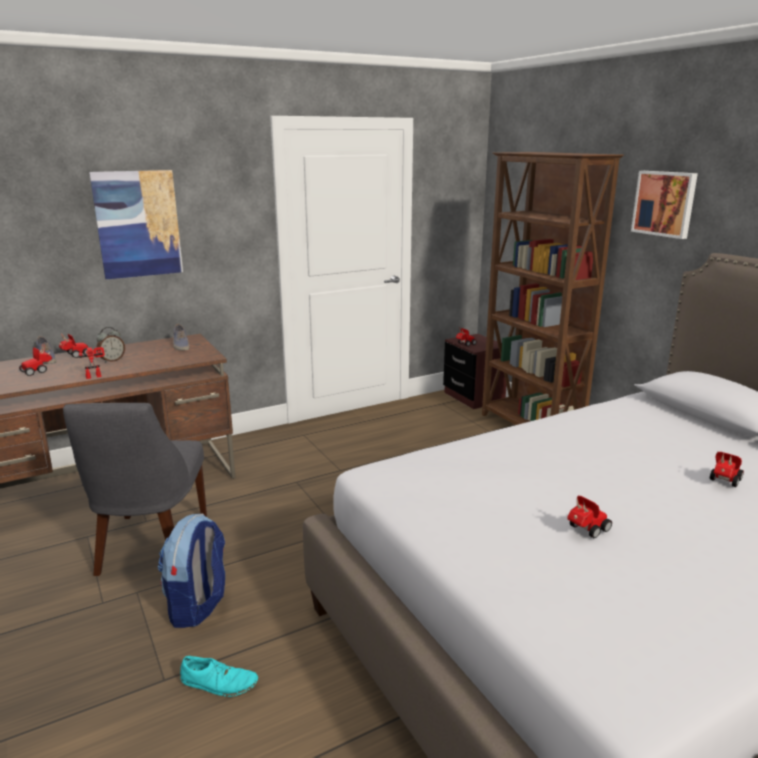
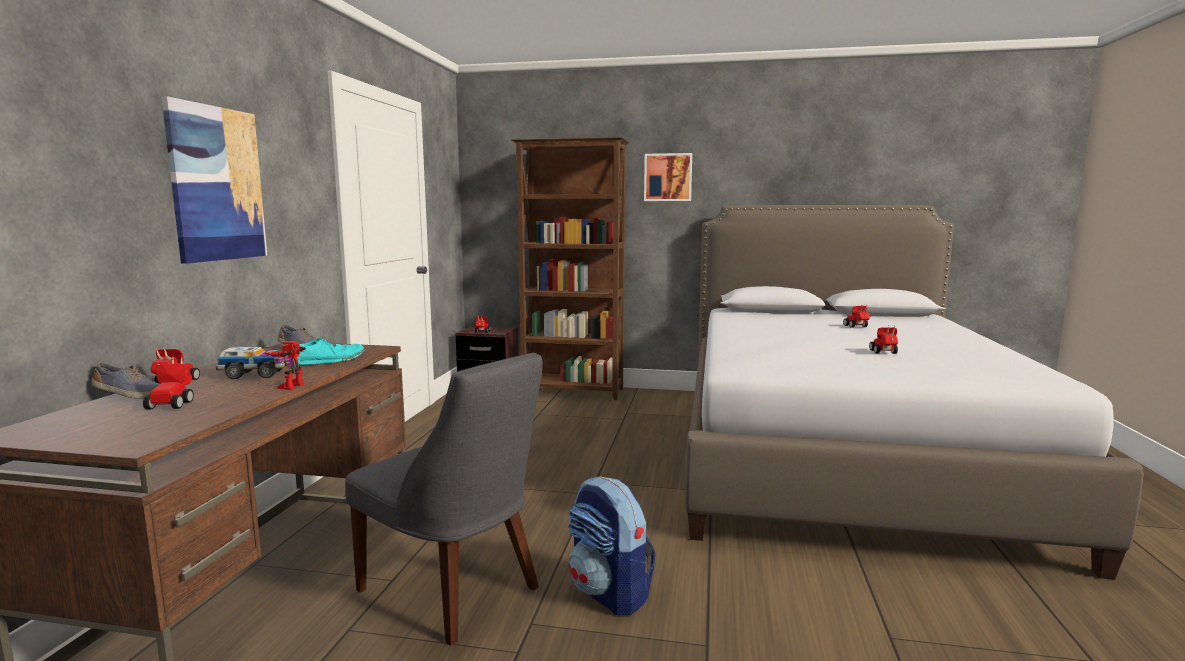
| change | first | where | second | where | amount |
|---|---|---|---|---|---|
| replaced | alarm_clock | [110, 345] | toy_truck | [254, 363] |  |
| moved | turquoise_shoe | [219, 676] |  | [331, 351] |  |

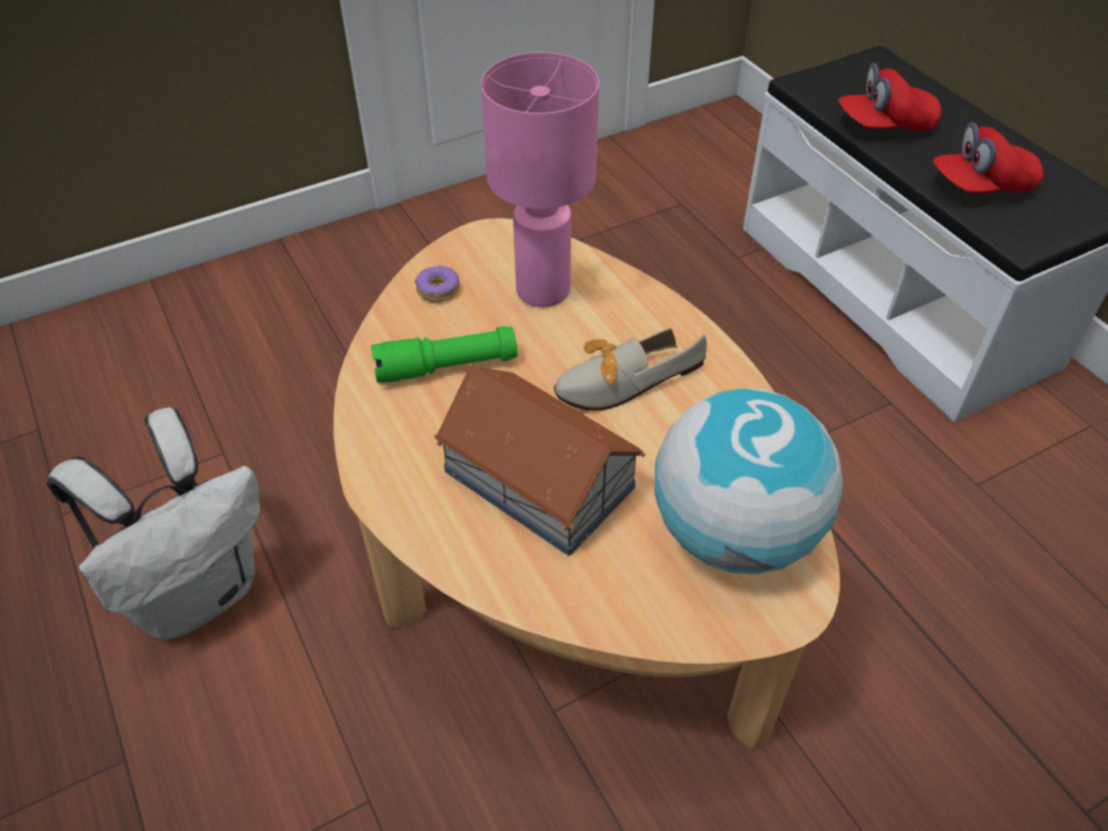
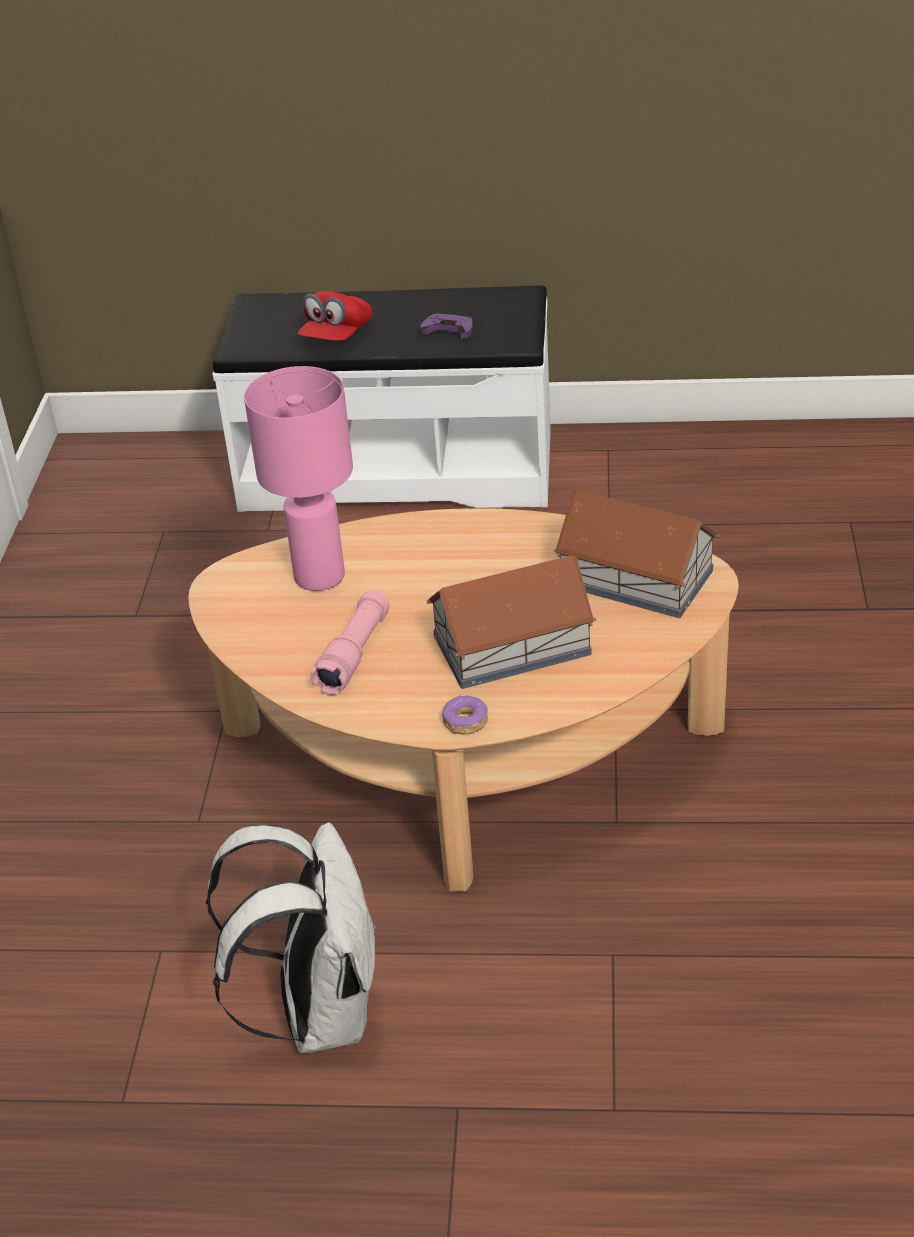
| change | first | where | second | where | amount |
|---|---|---|---|---|---|
| replaced | red_cap | [988, 157] | purple_game_controller | [446, 326] |  |
| moved | donut | [437, 283] |  | [465, 715] |  |
| recoloured | green_flashlight | [444, 354] | pink_flashlight | [350, 642] |  |
| removed | shoe | [630, 369] |  |  |  |
| replaced | globe | [748, 481] | toy_house | [636, 554] |  |

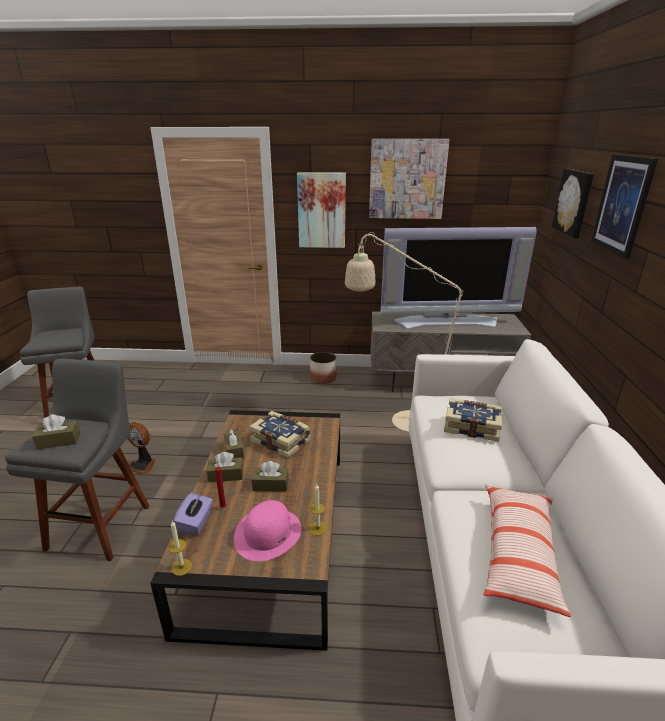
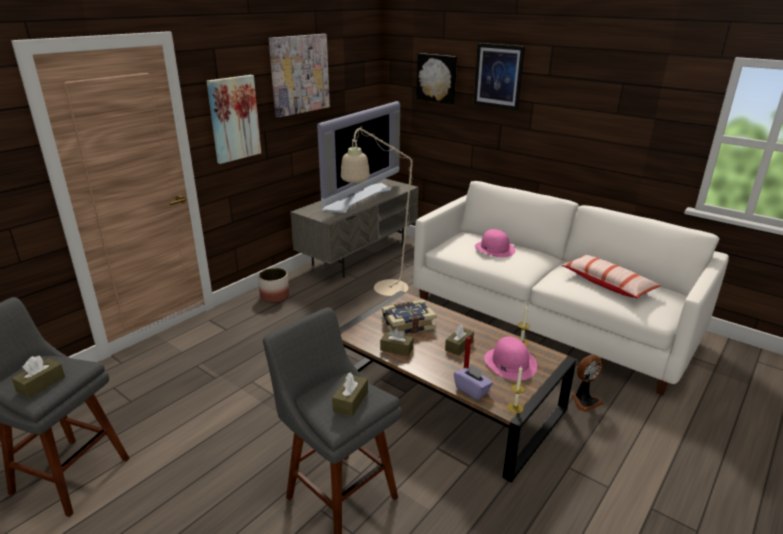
| change | first | where | second | where | amount |
|---|---|---|---|---|---|
| replaced | book | [473, 420] | pink_hat | [495, 243] |  |
| moved | fan | [142, 448] |  | [588, 383] |  |
| moved | brown_tissue_box | [225, 467] |  | [38, 377] |  |

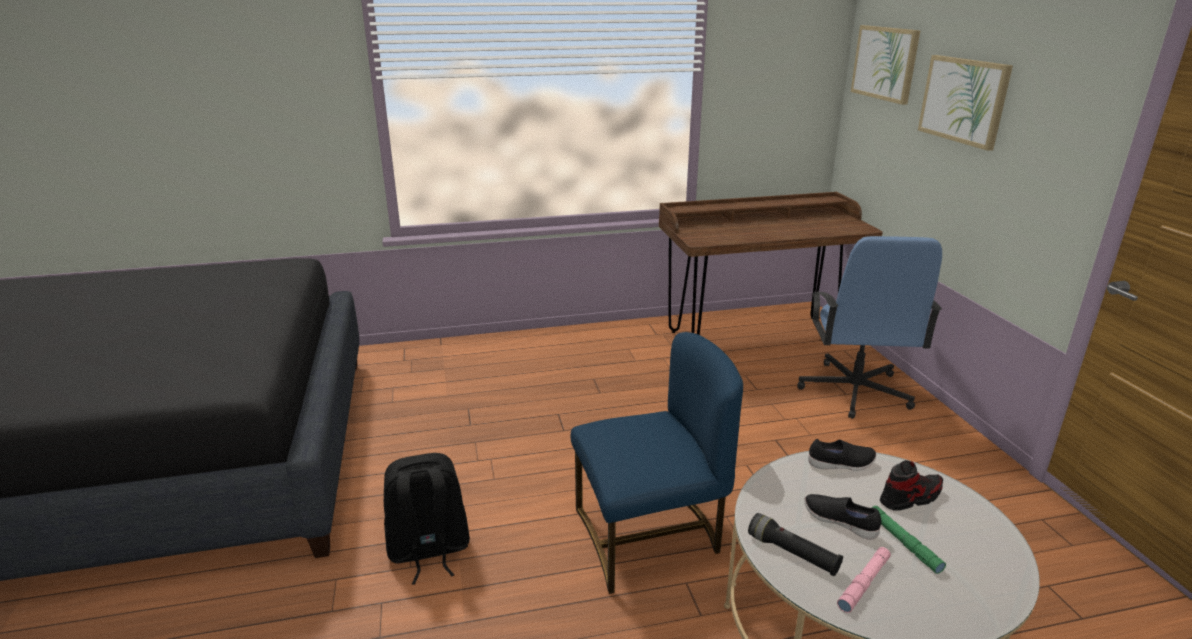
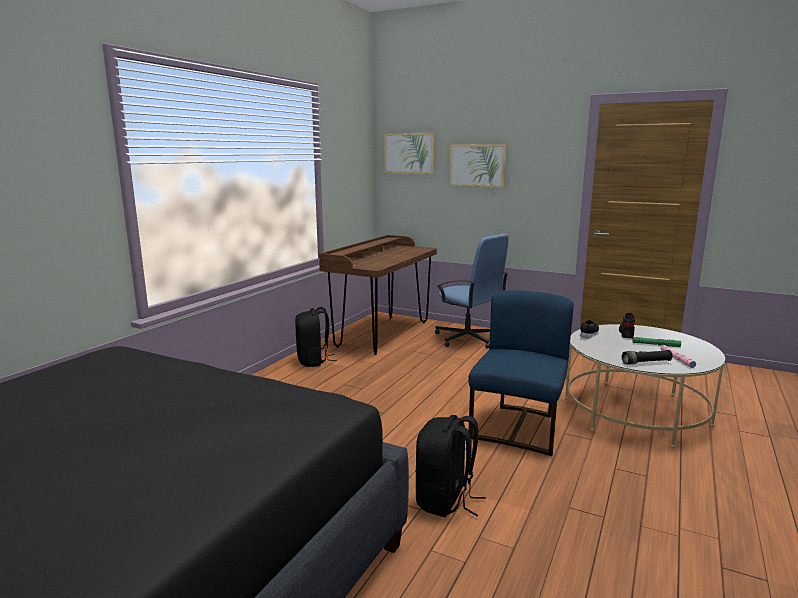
| change | first | where | second | where | amount |
|---|---|---|---|---|---|
| removed | black_shoe | [842, 517] |  |  |  |
| added |  |  | black_backpack | [316, 337] |  |

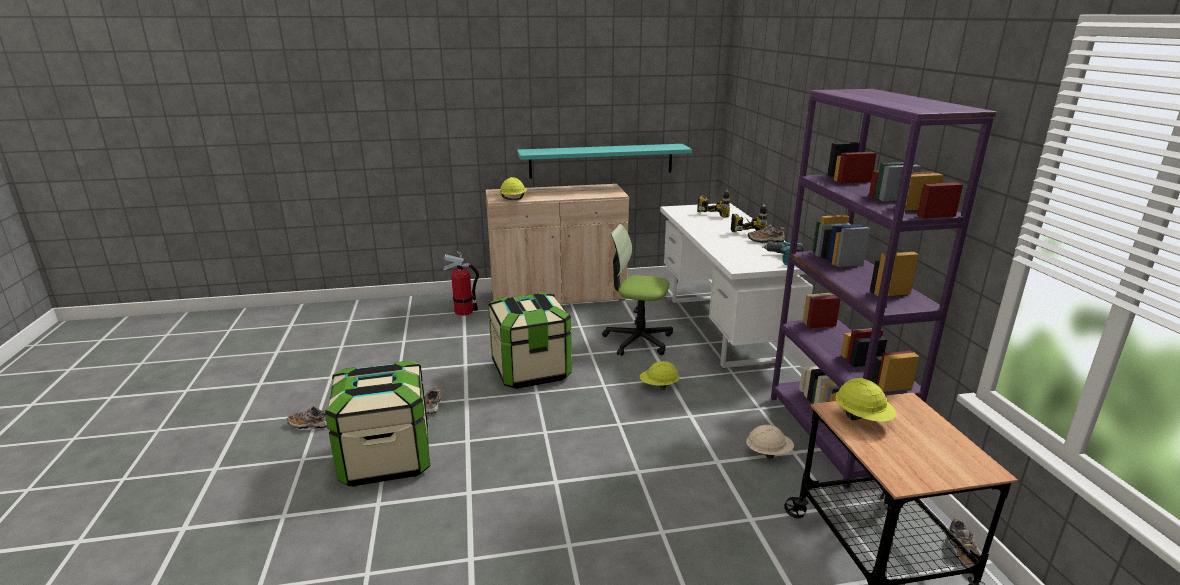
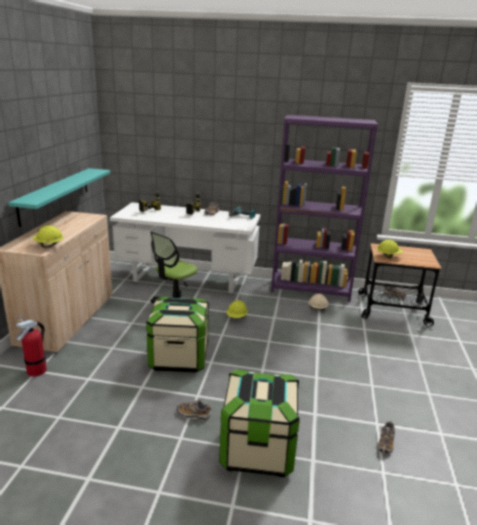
| change | first | where | second | where | amount |
|---|---|---|---|---|---|
| moved | shoe | [307, 418] |  | [386, 437] |  |

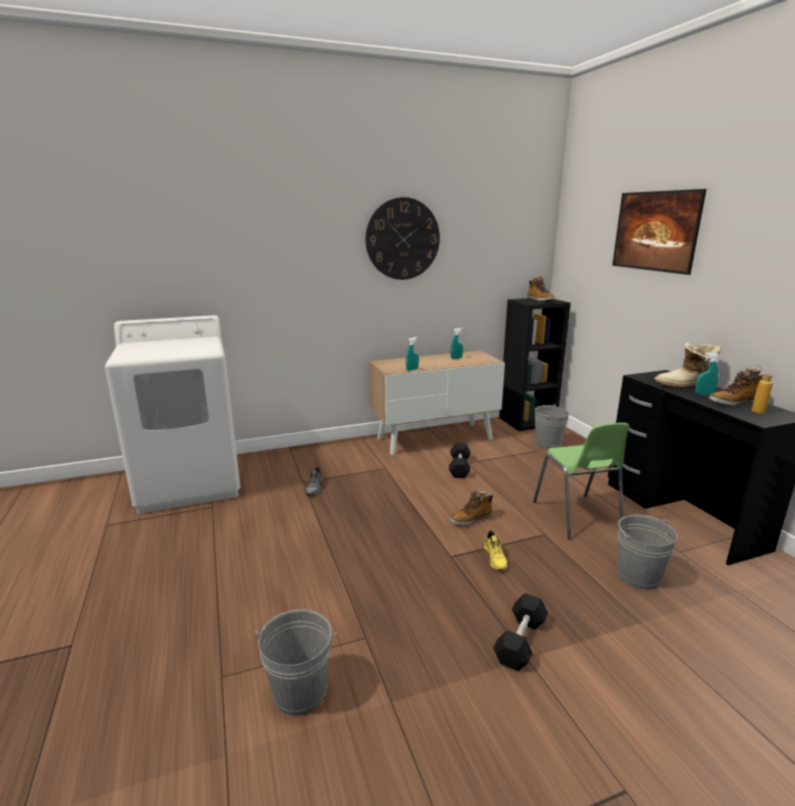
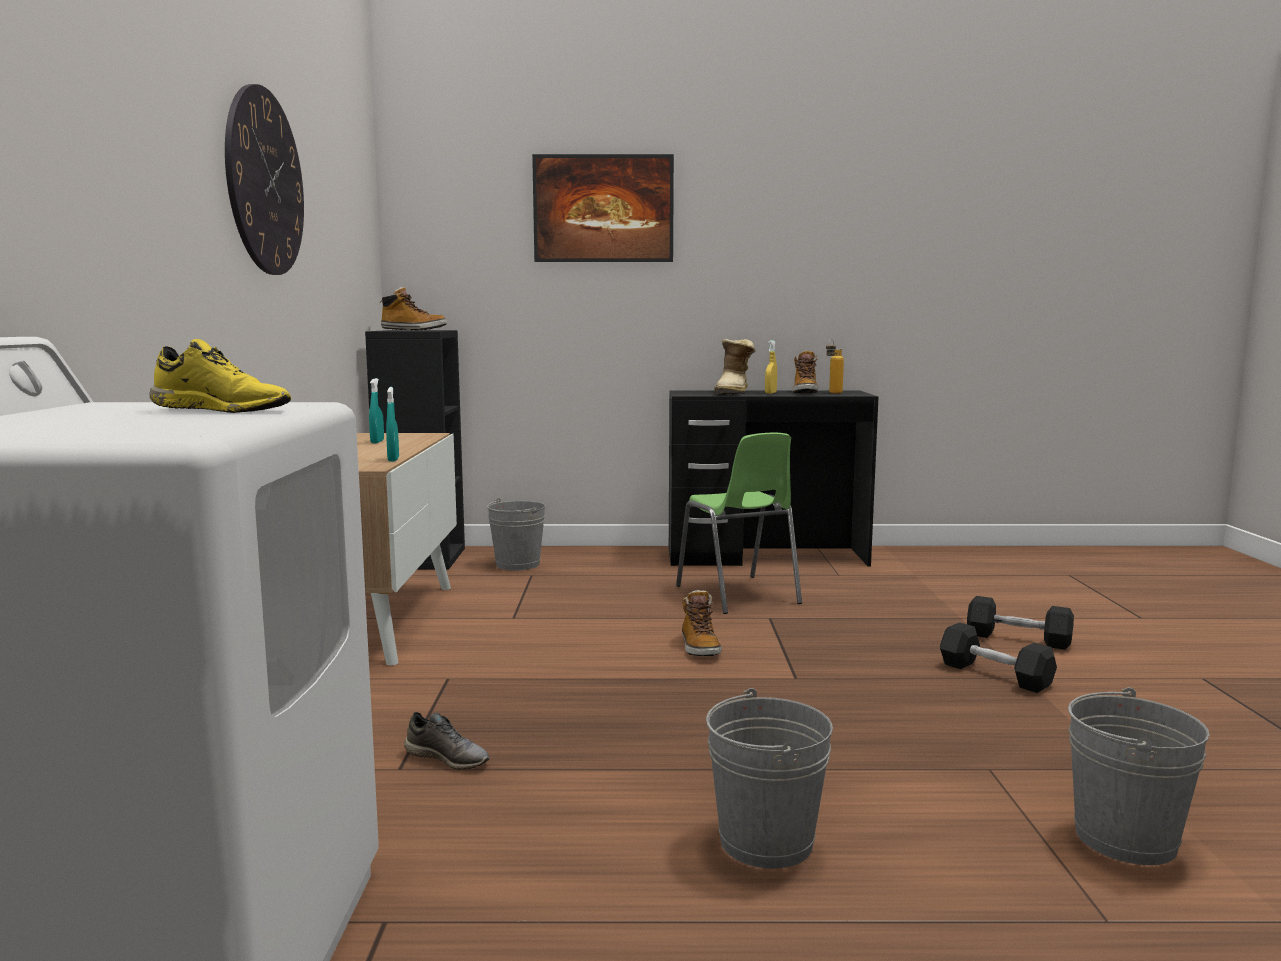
| change | first | where | second | where | amount |
|---|---|---|---|---|---|
| recoloured | turquoise_spray_bottle | [707, 373] | yellow_spray_bottle | [771, 367] |  |
| turned | green_chair | [581, 481] |  | [739, 523] | 60 degrees clockwise |
| moved | black_dumbbell | [459, 460] |  | [1020, 623] |  |
| moved | grey_bucket | [647, 552] |  | [769, 778] |  |
| moved | yellow_shoe | [495, 550] |  | [220, 376] |  |

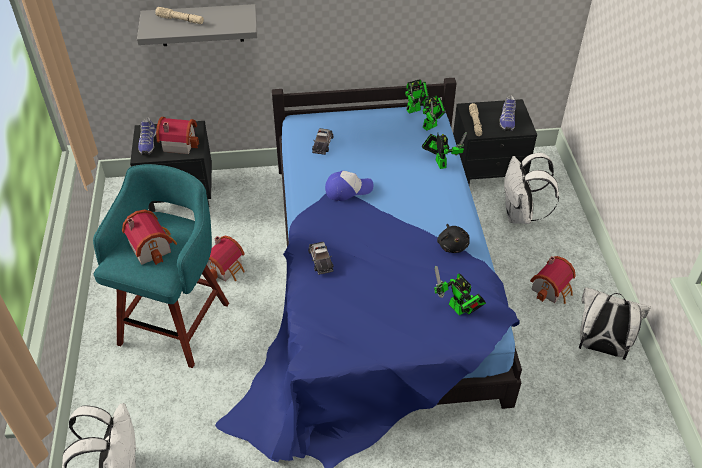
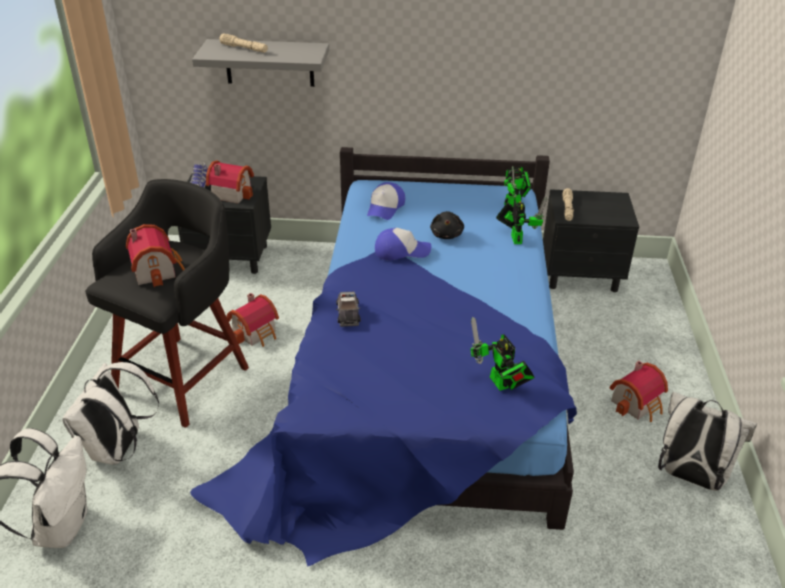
| change | first | where | second | where | amount |
|---|---|---|---|---|---|
| removed | toy_robot | [417, 96] |  |  |  |
| removed | shoe | [507, 113] |  |  |  |
| replaced | toy_car | [323, 141] | cap | [386, 201] |  |
| moved | white_backpack | [531, 188] |  | [110, 413] |  |
| recoloured | turquoise_stool | [161, 266] | black_stool | [167, 303] |  |
| moved | black_plush_toy | [453, 238] |  | [447, 225] |  |

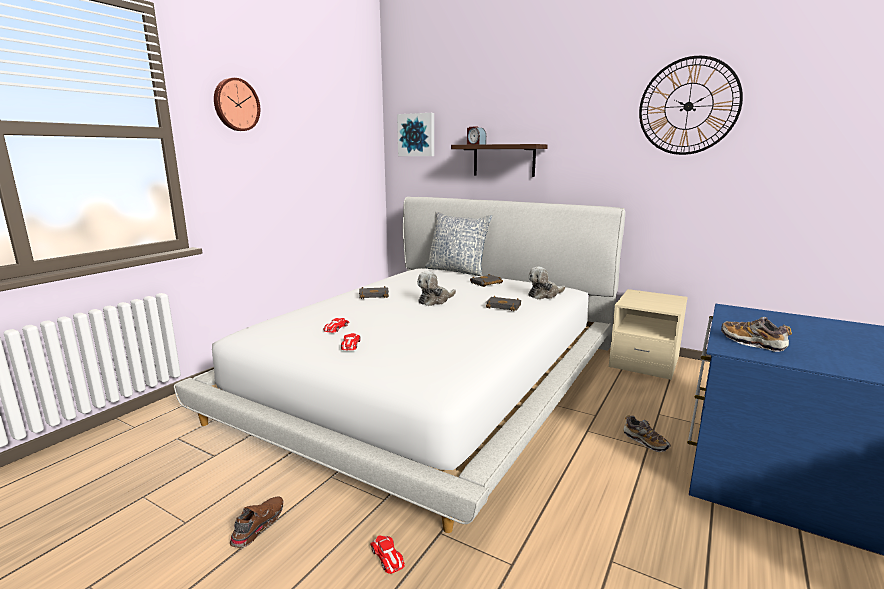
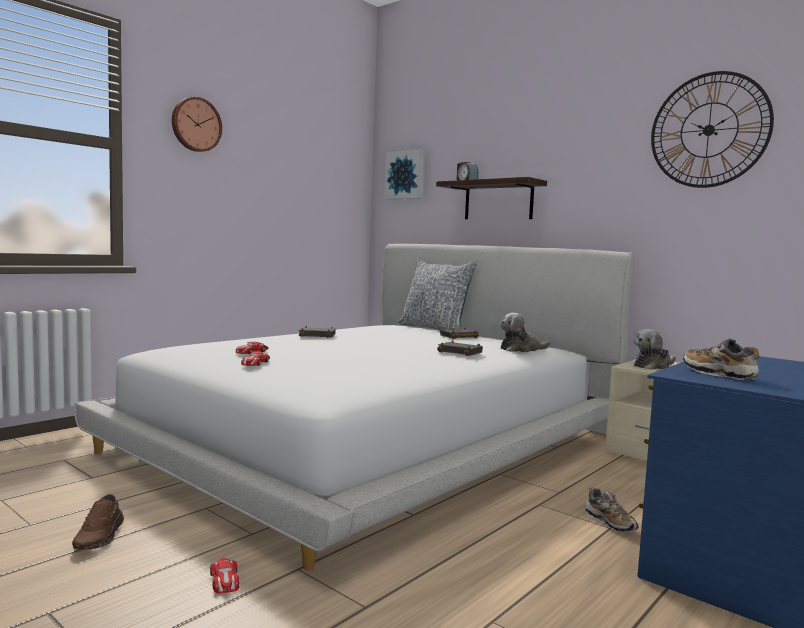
| change | first | where | second | where | amount |
|---|---|---|---|---|---|
| moved | plush_toy | [436, 288] |  | [655, 349] |  |
| turned | brown_shoe | [257, 522] |  | [98, 522] | 150 degrees clockwise |

